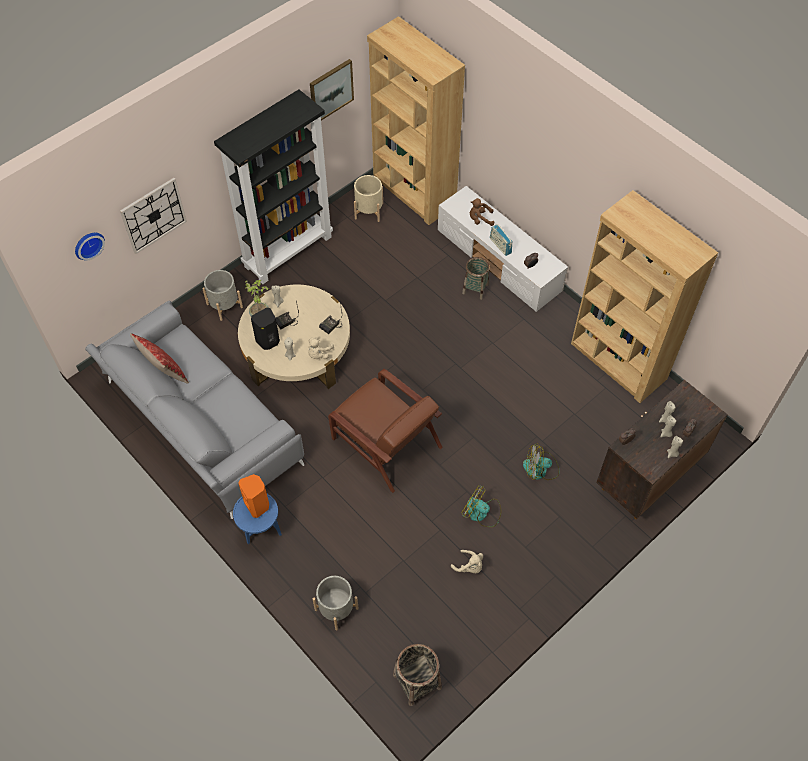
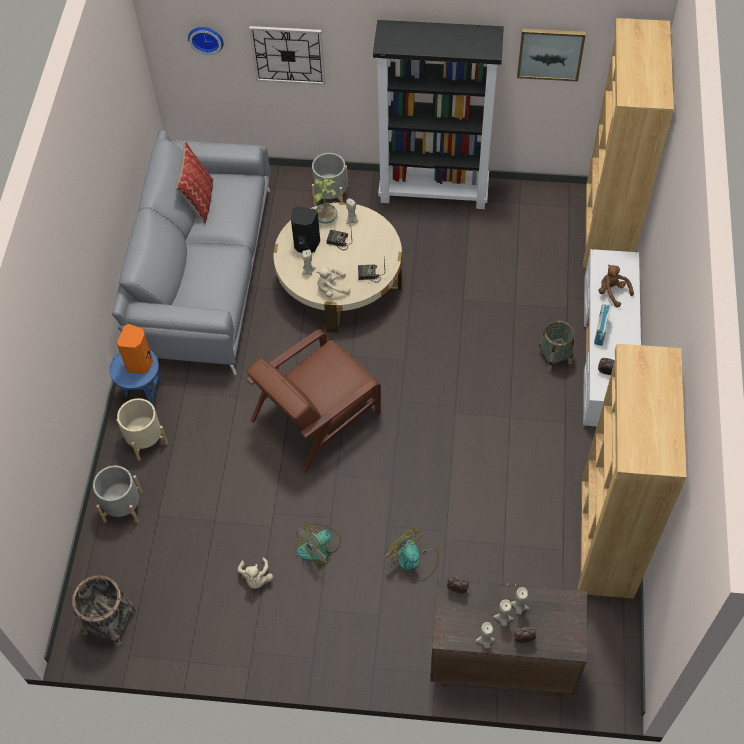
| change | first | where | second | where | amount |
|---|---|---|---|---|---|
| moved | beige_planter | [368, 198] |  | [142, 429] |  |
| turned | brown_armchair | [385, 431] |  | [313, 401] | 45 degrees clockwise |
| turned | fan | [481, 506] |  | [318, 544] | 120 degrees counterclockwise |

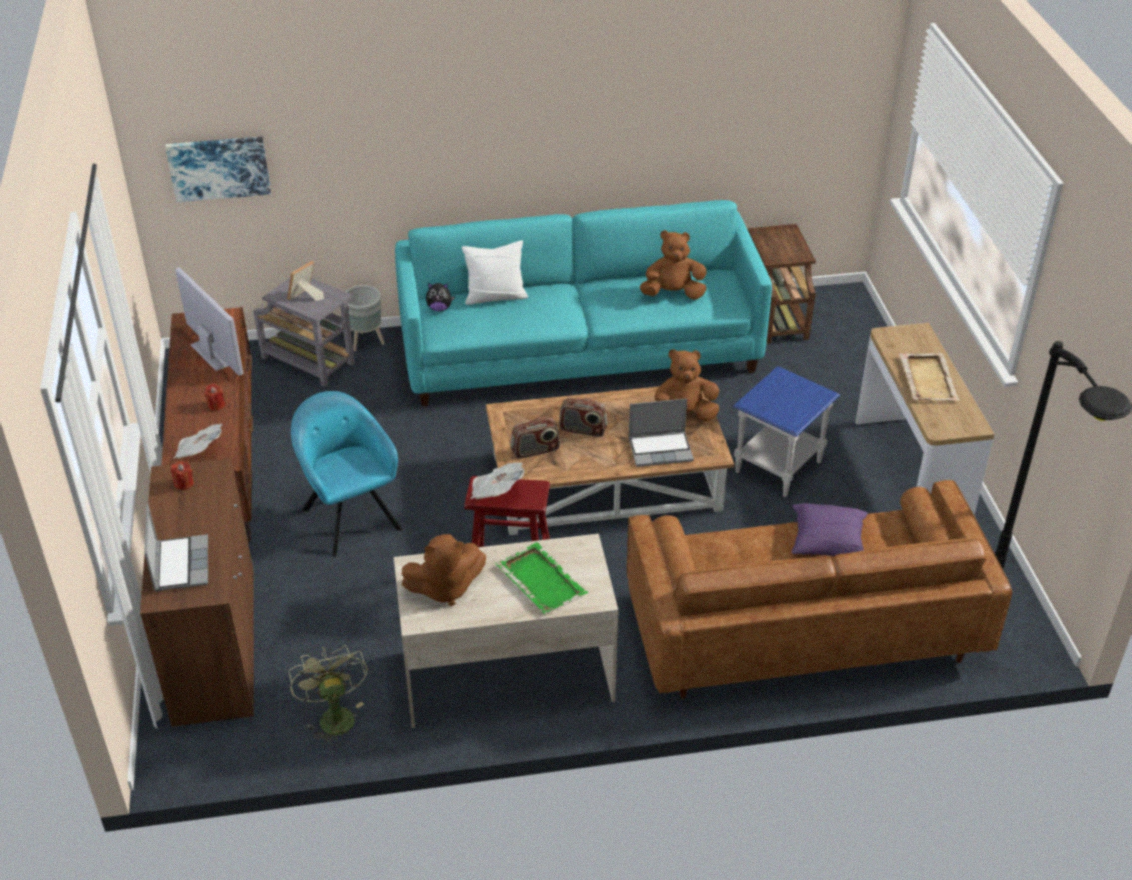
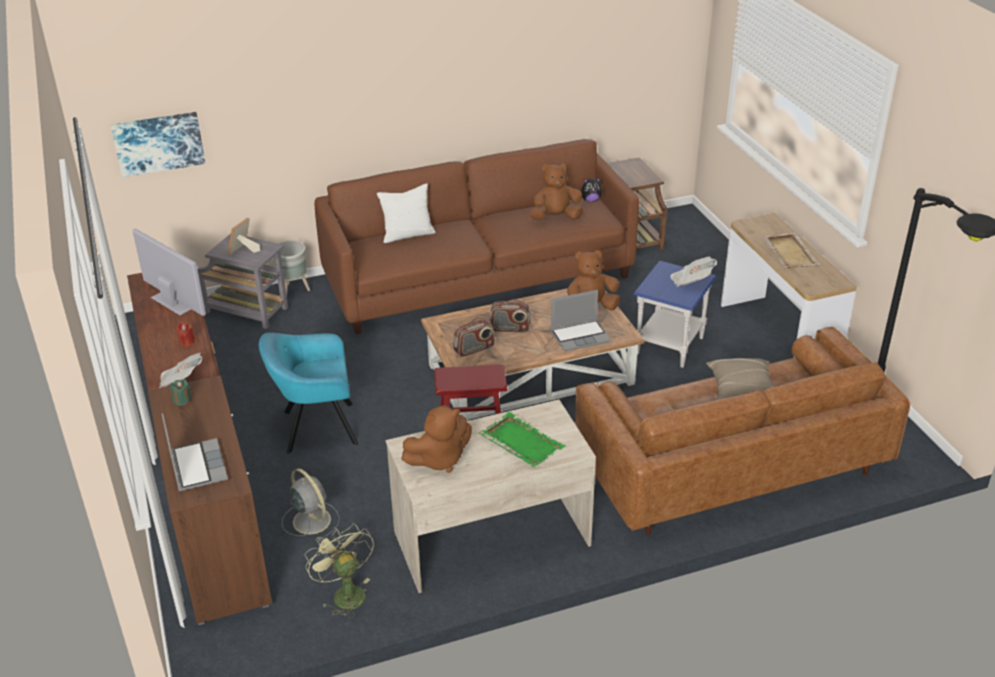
| change | first | where | second | where | amount |
|---|---|---|---|---|---|
| recoloured | turquoise_sofa | [583, 303] | brown_sofa | [477, 236] |  |
| moved | plush_toy | [440, 297] |  | [591, 189] |  |
| turned | turquoise_armchair | [347, 474] |  | [308, 393] | 60 degrees counterclockwise |
| recoloured | red_candle | [182, 475] | green_candle | [180, 392] |  |
| moved | newspaper | [498, 480] |  | [693, 272] |  |
| recoloured | purple_pillow | [829, 529] | beige_pillow | [740, 378] |  |
| added |  |  | grey_fan | [311, 504] |  |

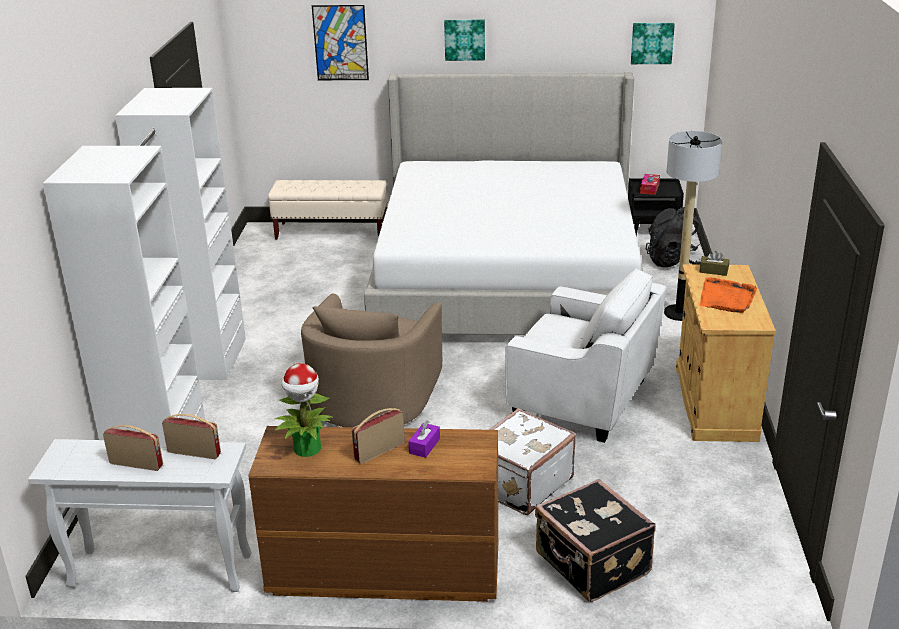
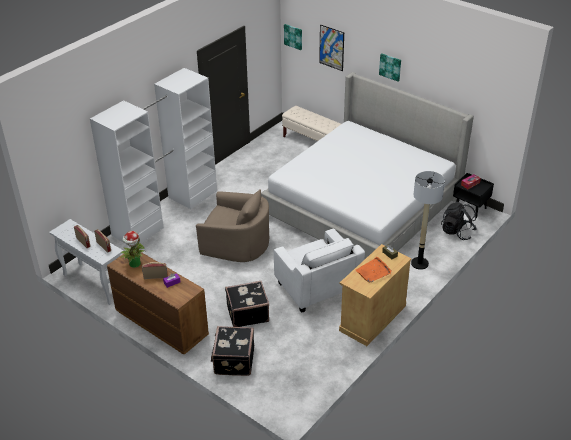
| change | first | where | second | where | amount |
|---|---|---|---|---|---|
| moved | picture | [653, 43] |  | [293, 37] |  |
| turned | beige_armchair | [371, 360] |  | [232, 225] | 120 degrees counterclockwise |
| recoloured | white_suitcase | [532, 461] | black_suitcase | [247, 303] |  |

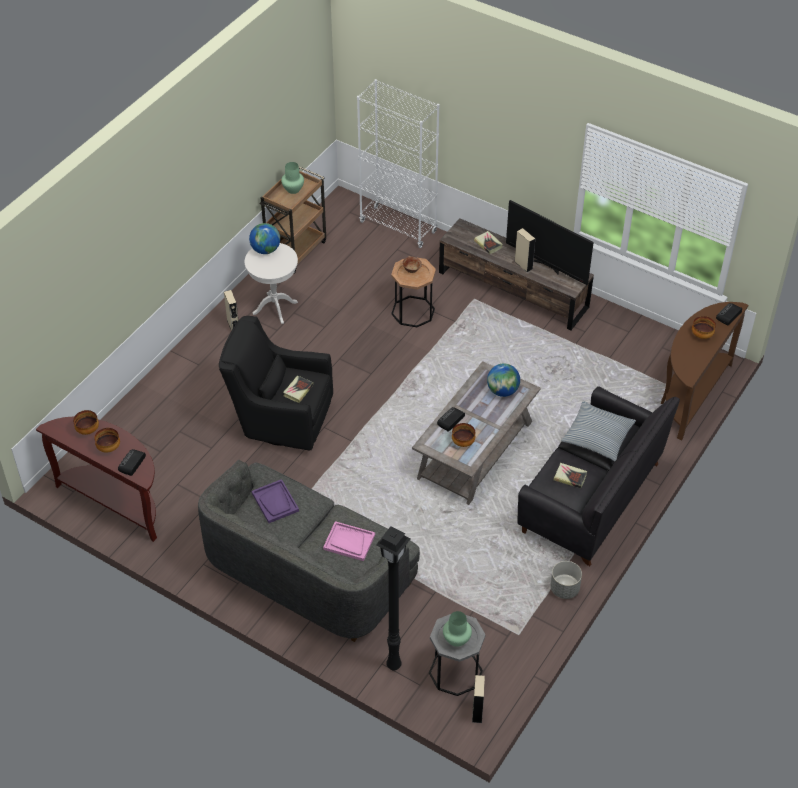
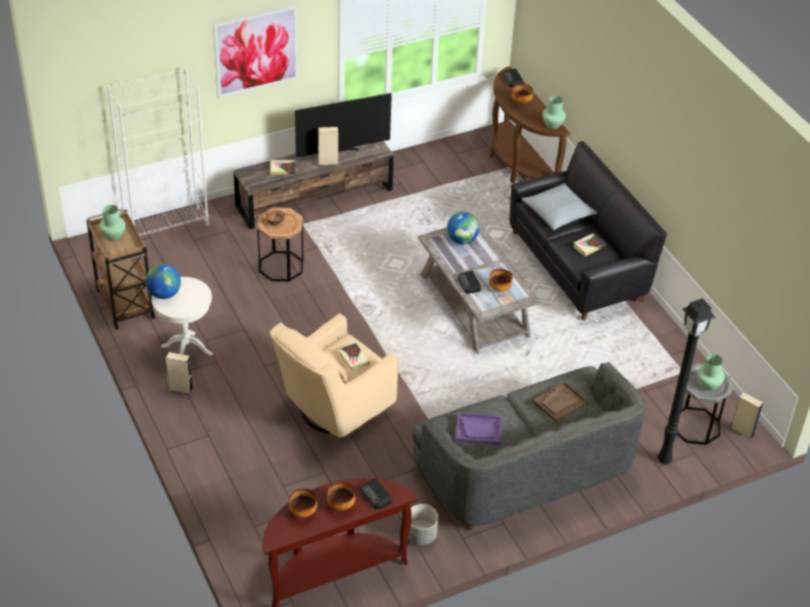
| change | first | where | second | where | amount |
|---|---|---|---|---|---|
| recoloured | black_armchair | [276, 383] | beige_armchair | [334, 375] |  |
| recoloured | pink_tray | [349, 541] | brown_tray | [560, 402] |  |
| moved | grey_planter | [566, 580] |  | [423, 524] |  |
| added |  |  | picture | [255, 51] |  |
| added |  |  | green_vase | [554, 112] |  |

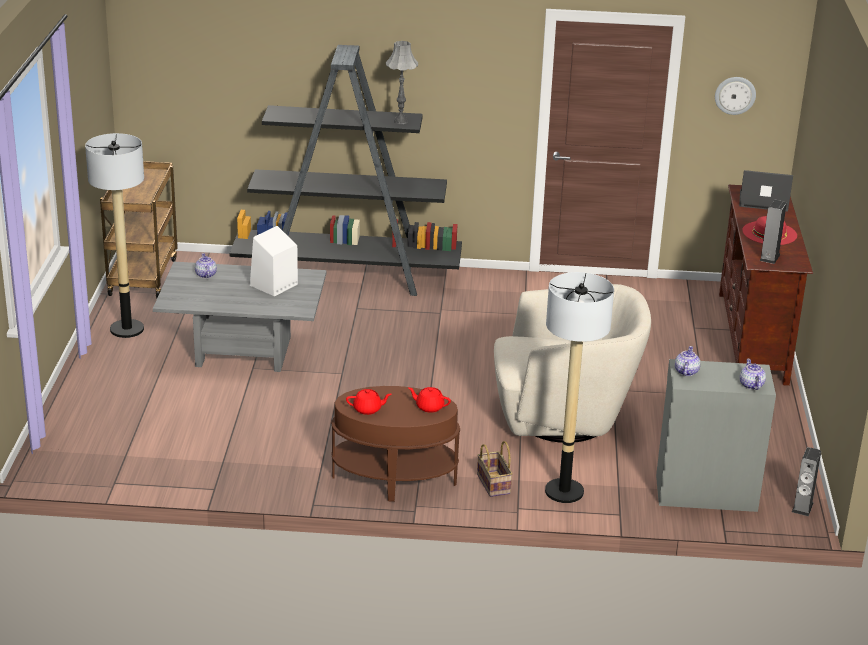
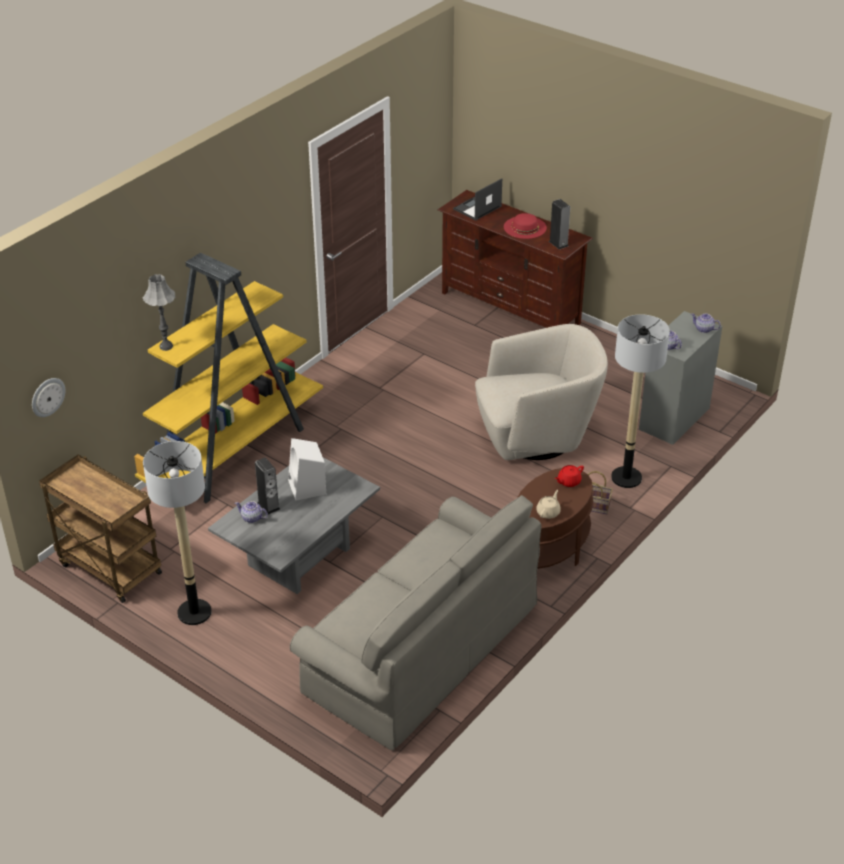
| change | first | where | second | where | amount |
|---|---|---|---|---|---|
| moved | grey_table_lamp | [402, 82] |  | [158, 312] |  |
| recoloured | black_bookcase | [345, 170] | yellow_bookcase | [228, 378] |  |
| moved | wall_clock | [735, 96] |  | [48, 397] |  |
| turned | beige_armchair | [572, 363] |  | [541, 392] | 45 degrees clockwise |
| recoloured | red_teapot | [369, 402] | beige_teapot | [548, 504] |  |
| moved | speaker | [806, 481] |  | [267, 486] |  |
| added |  |  | grey_sofa | [415, 622] |  |

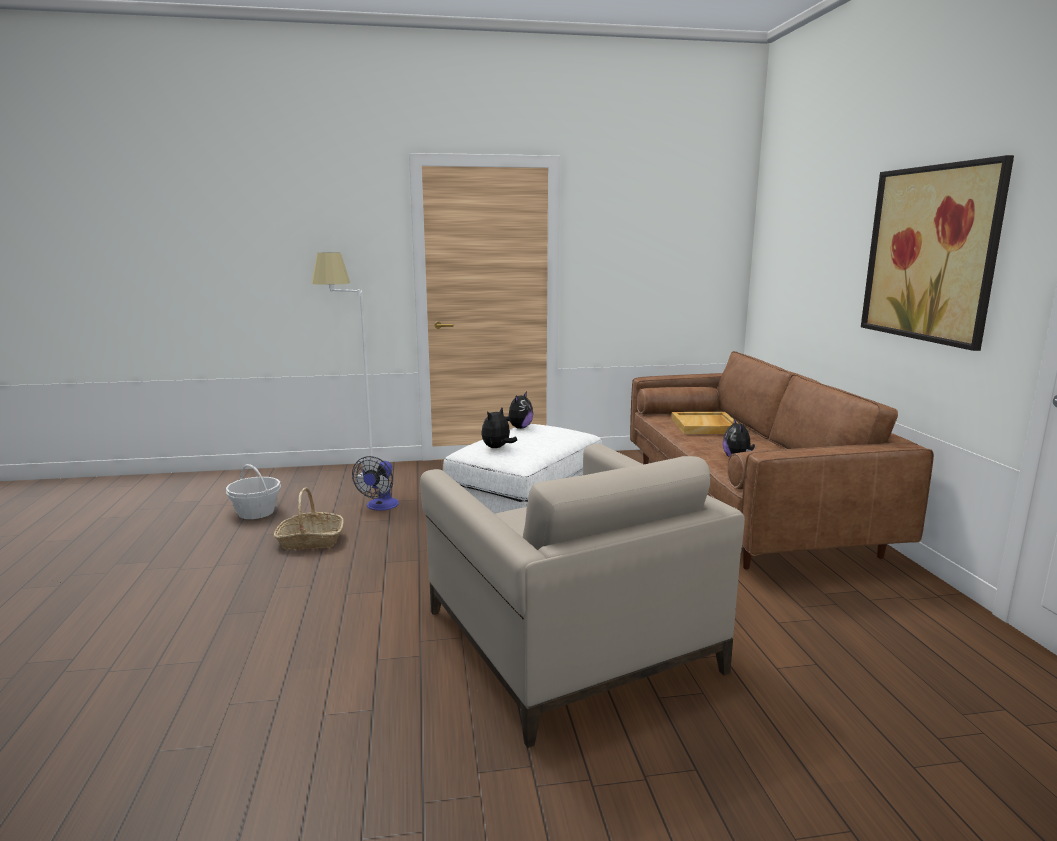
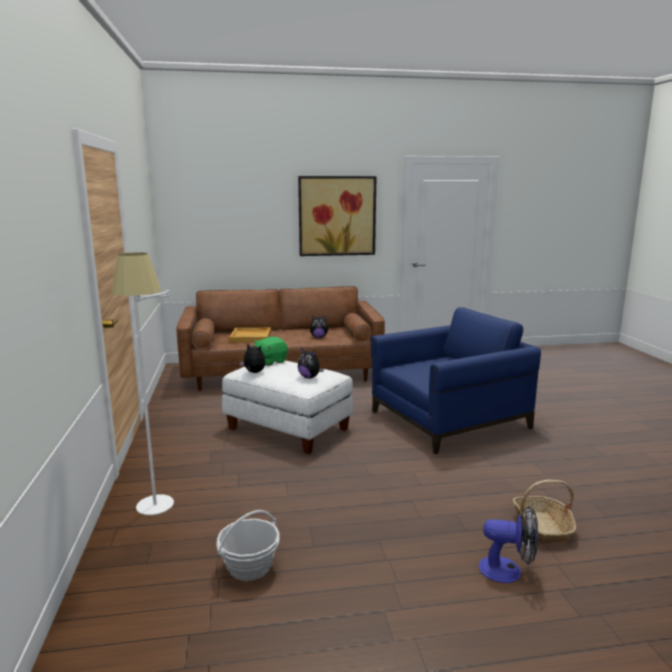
| change | first | where | second | where | amount |
|---|---|---|---|---|---|
| recoloured | beige_armchair | [582, 596] | blue_armchair | [456, 380] |  |
| moved | fan | [375, 483] |  | [508, 544] |  |
| moved | basket | [309, 518] |  | [544, 511] |  |
| added |  |  | green_plush_toy | [270, 351] |  |

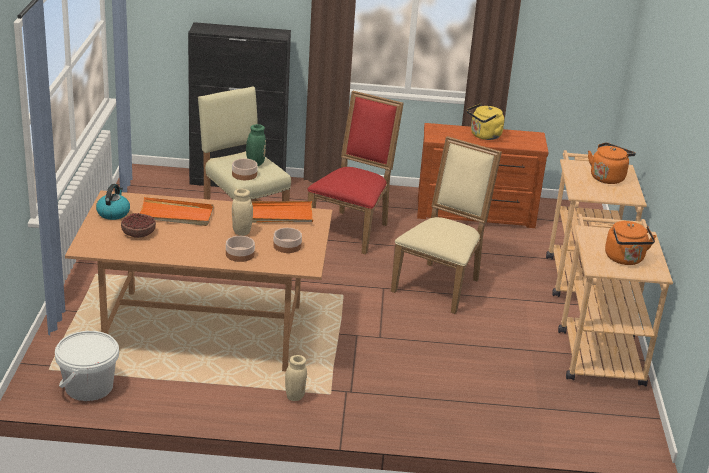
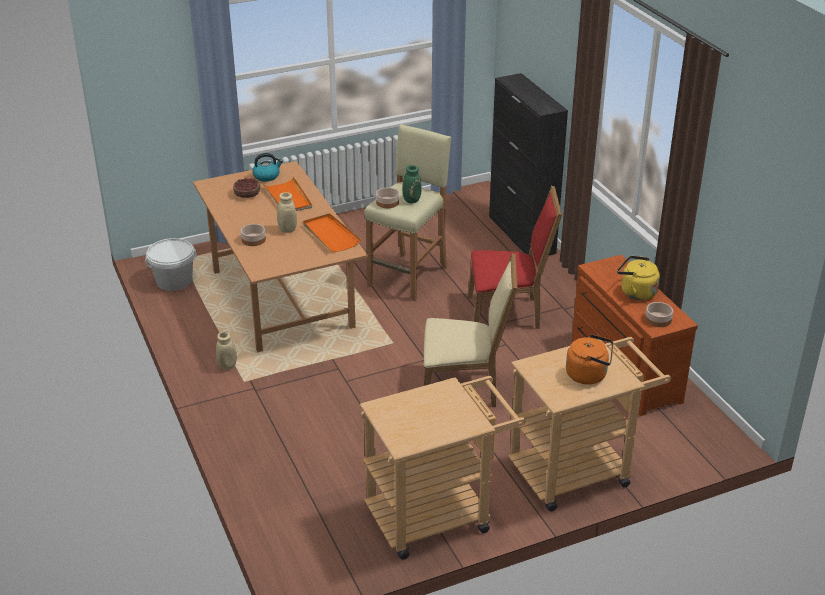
| change | first | where | second | where | amount |
|---|---|---|---|---|---|
| removed | orange_kettle | [630, 243] |  |  |  |
| moved | bowl | [287, 240] |  | [659, 314] |  |

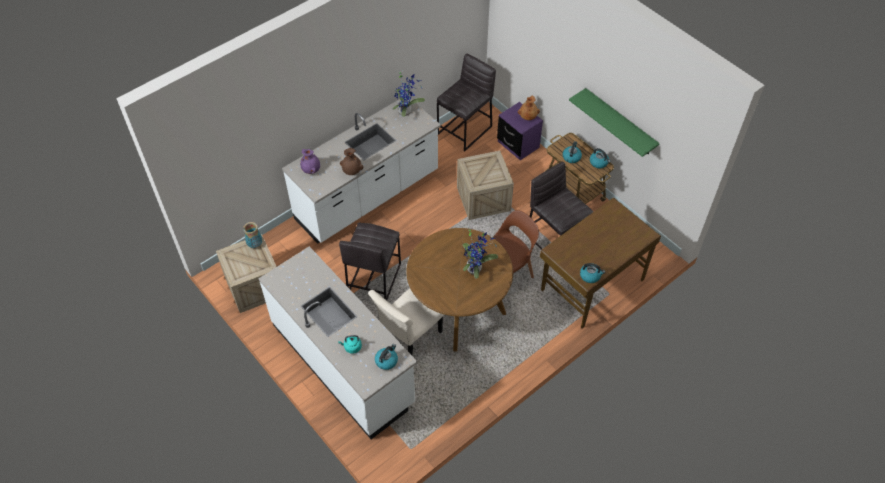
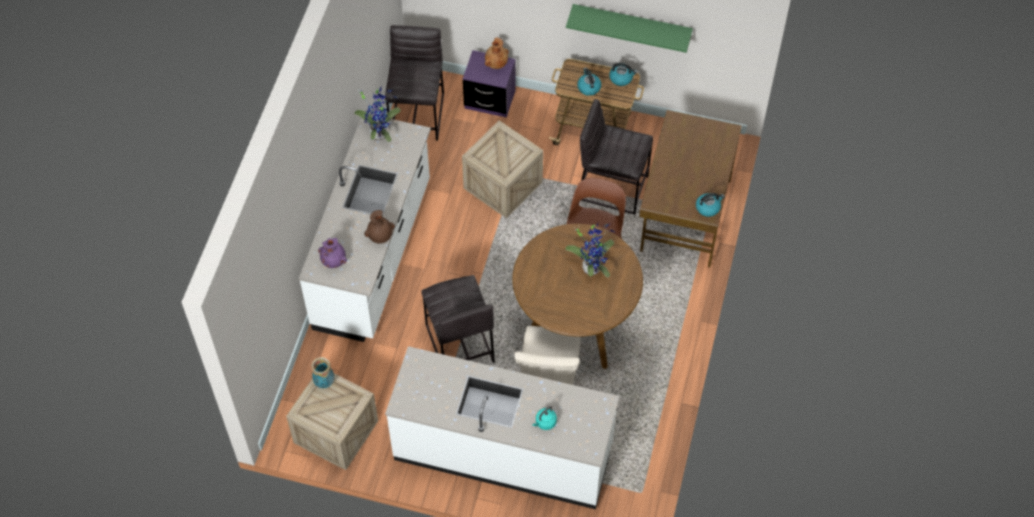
| change | first | where | second | where | amount |
|---|---|---|---|---|---|
| removed | kettle | [386, 357] |  |  |  |

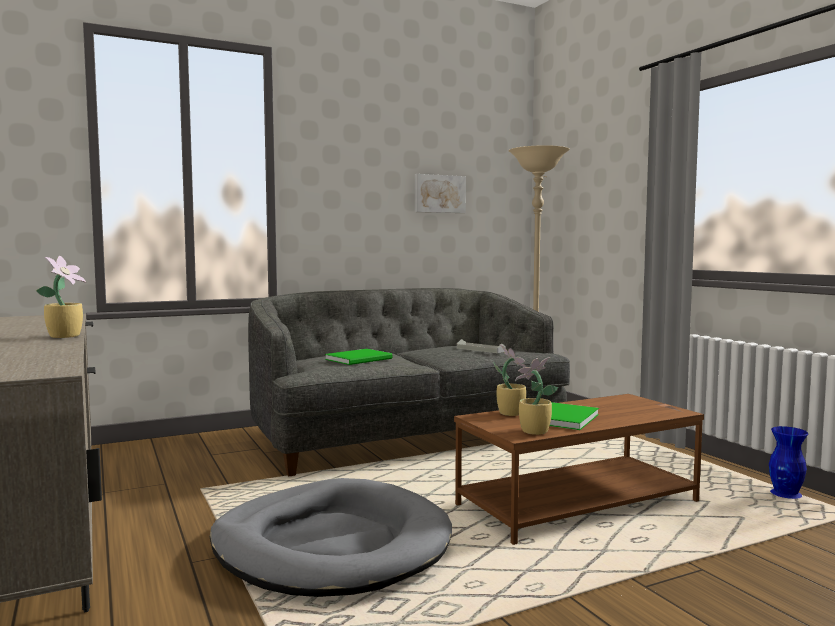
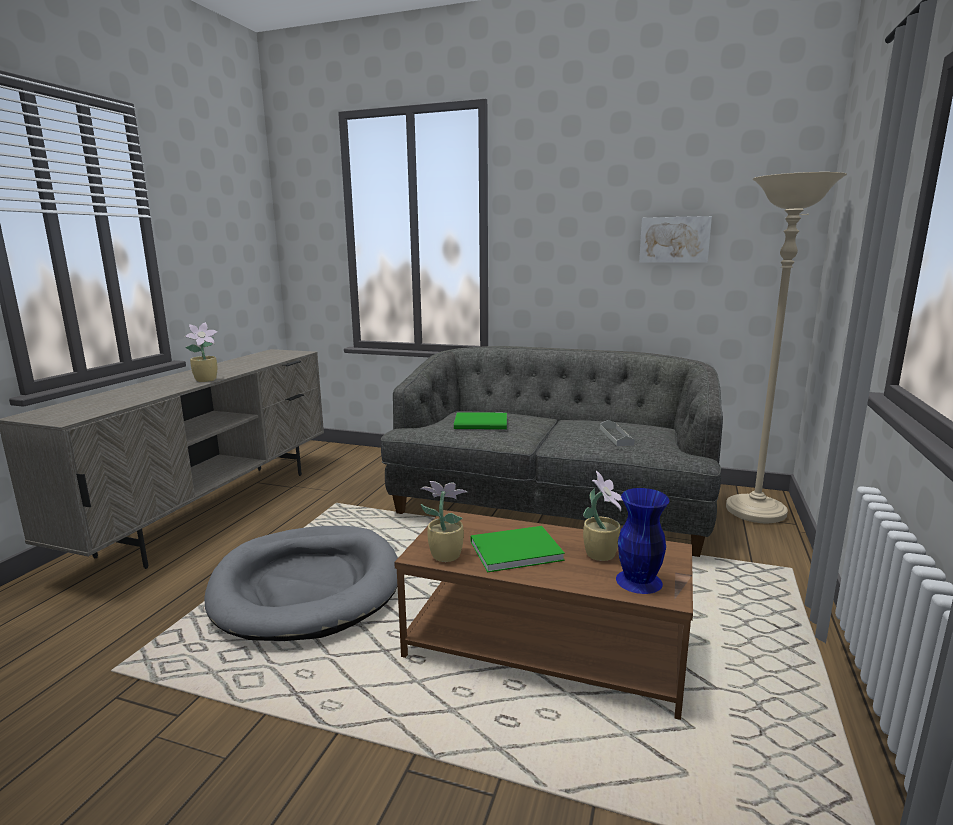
| change | first | where | second | where | amount |
|---|---|---|---|---|---|
| moved | potted_plant | [510, 380] |  | [603, 516] |  |
| moved | blue_vase | [788, 462] |  | [642, 541] |  |

